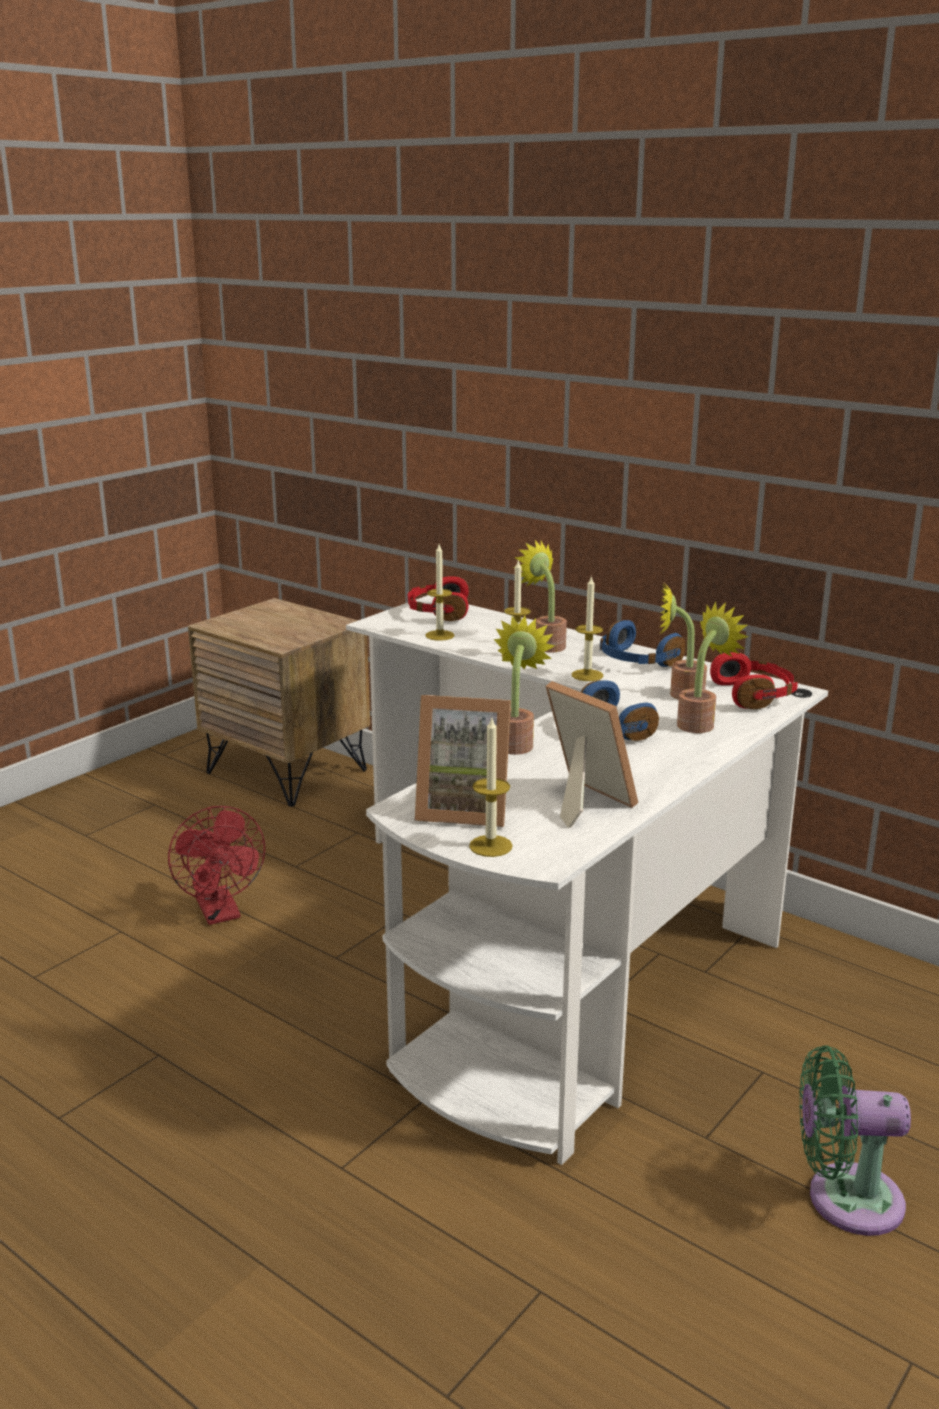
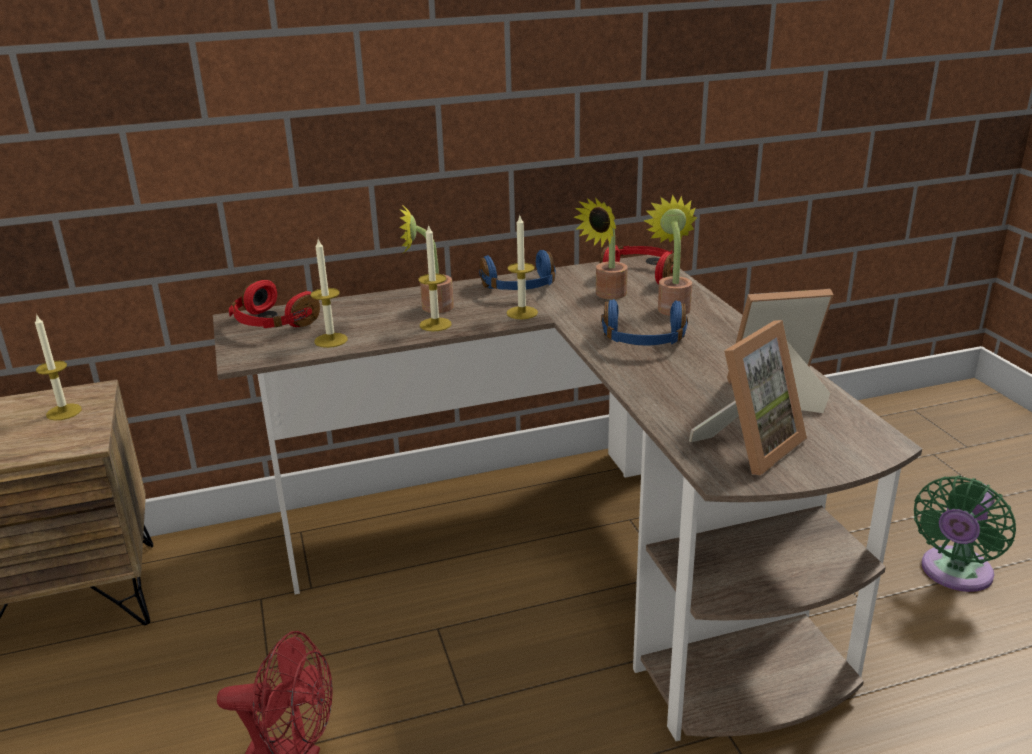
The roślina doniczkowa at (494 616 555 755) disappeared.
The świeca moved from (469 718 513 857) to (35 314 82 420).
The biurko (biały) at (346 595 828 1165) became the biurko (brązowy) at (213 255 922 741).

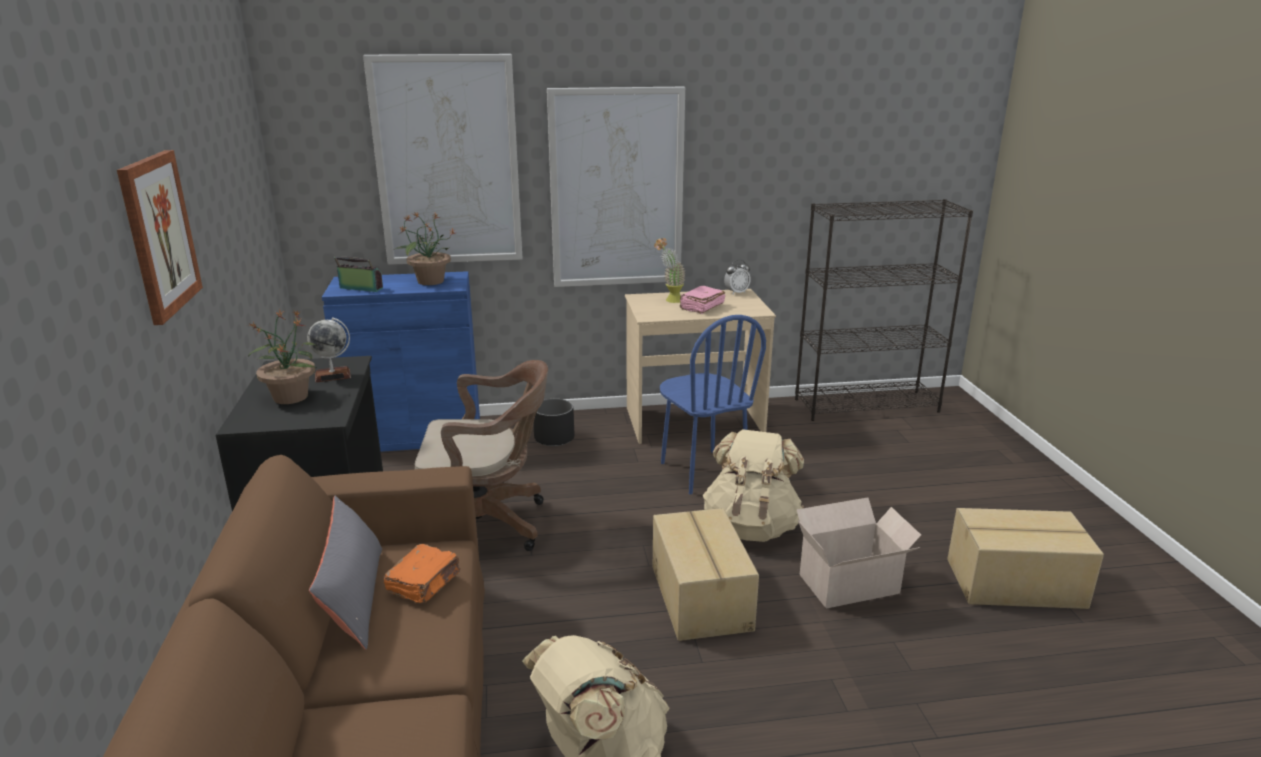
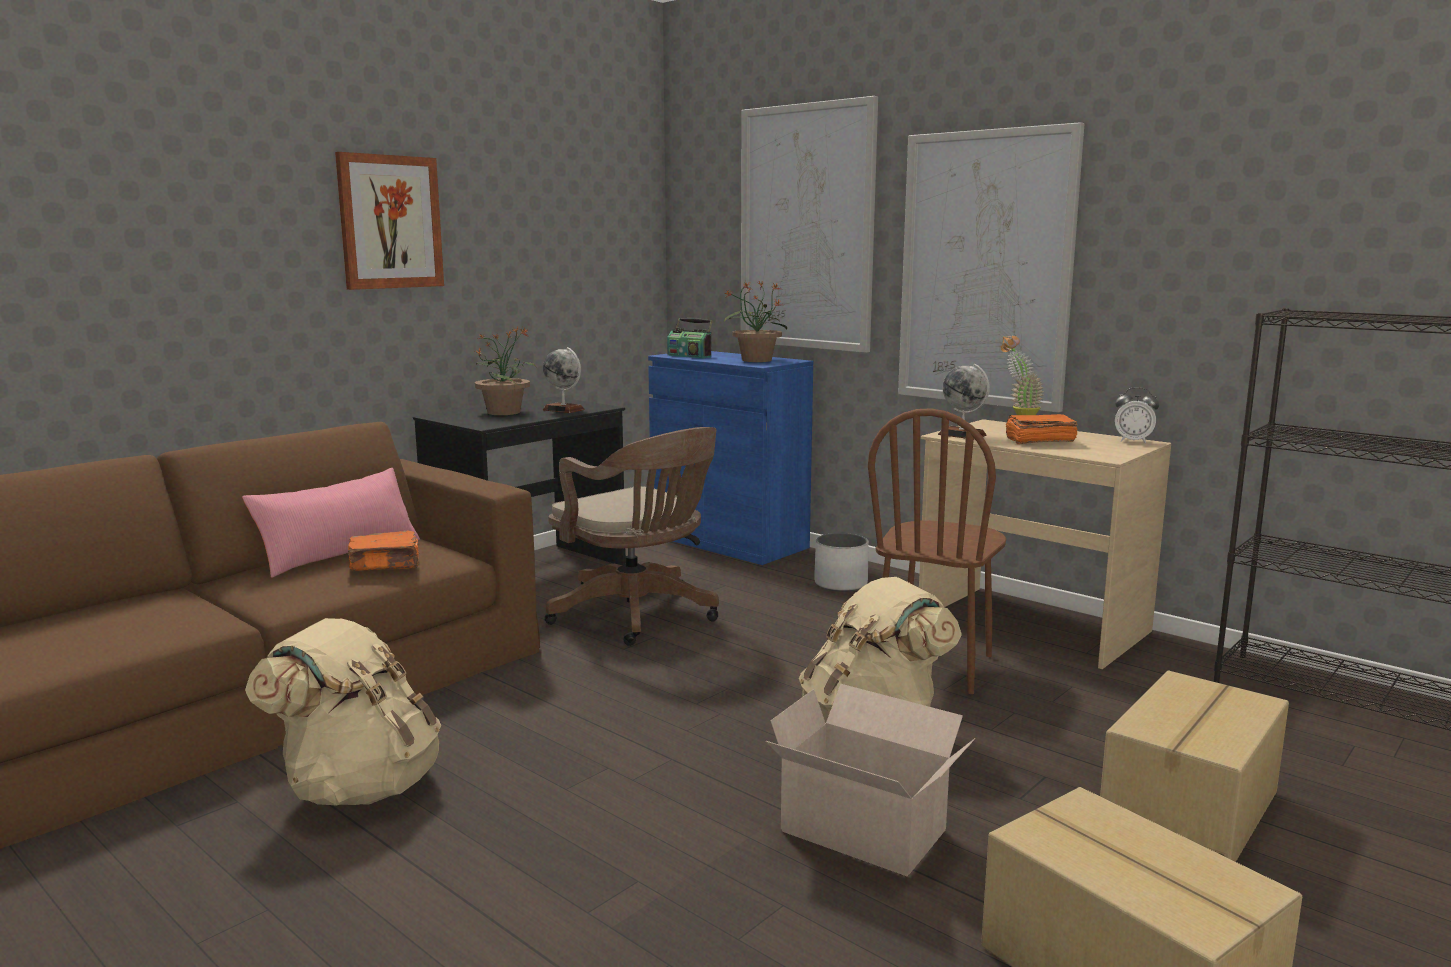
The globus at (938 364 990 440) appeared.
The karton moved from (653 508 759 641) to (1100 671 1289 862).
The poduszka (szary) at (309 496 382 650) became the poduszka (różowy) at (242 468 420 578).
The donica (czarny) at (534 399 574 446) became the donica (biały) at (814 533 869 592).
The krzesło (niebieski) at (660 315 766 494) became the krzesło (brązowy) at (868 408 1007 694).
The książka (różowy) at (680 286 725 314) became the książka (pomarańczowy) at (1005 414 1078 444).
The radio at (334 257 383 292) turned 150 degrees clockwise.

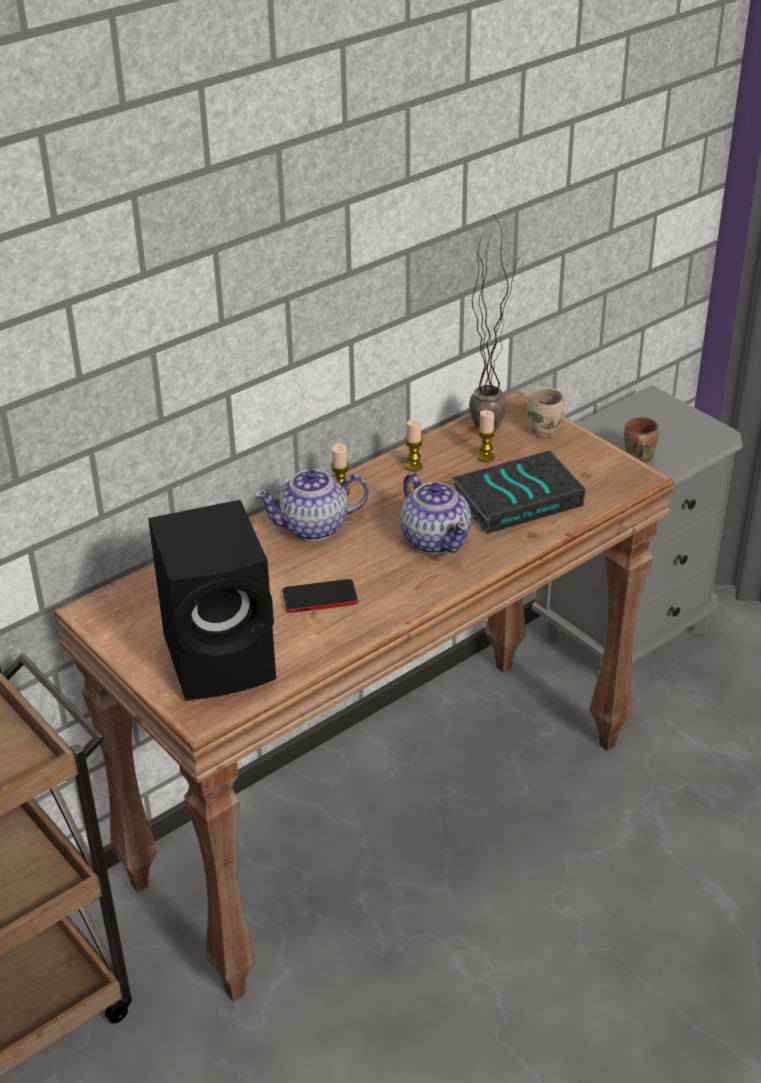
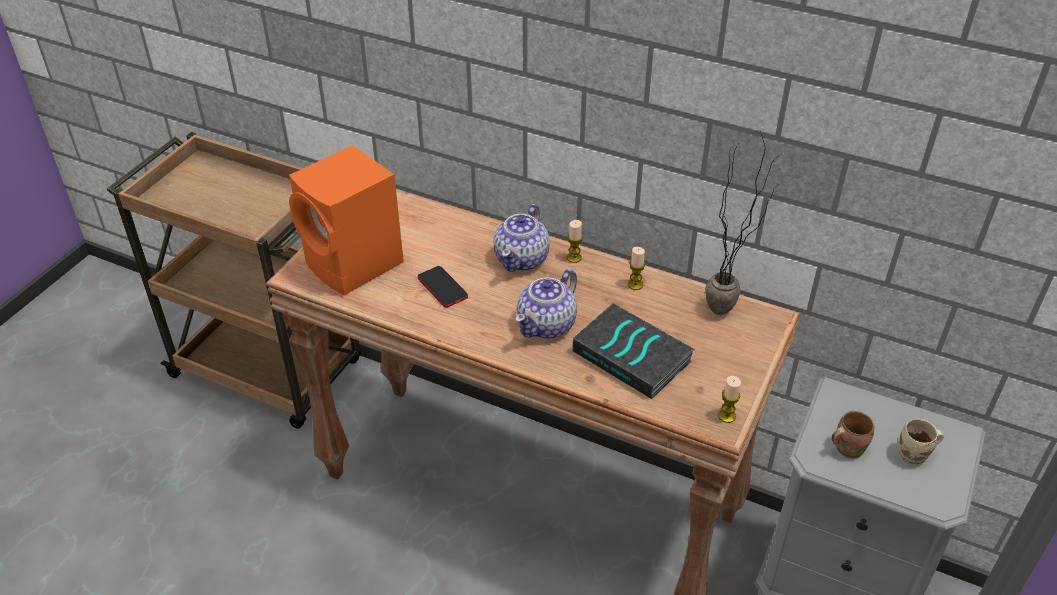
The świeca moved from (477 410 496 462) to (718 376 741 423).
The kubek (beżowy) moved from (527 387 564 437) to (899 418 944 465).
The głośnik (czarny) at (148 500 276 700) became the głośnik (pomarańczowy) at (289 145 404 295).
The imbryk at (254 469 369 541) turned 120 degrees counterclockwise.

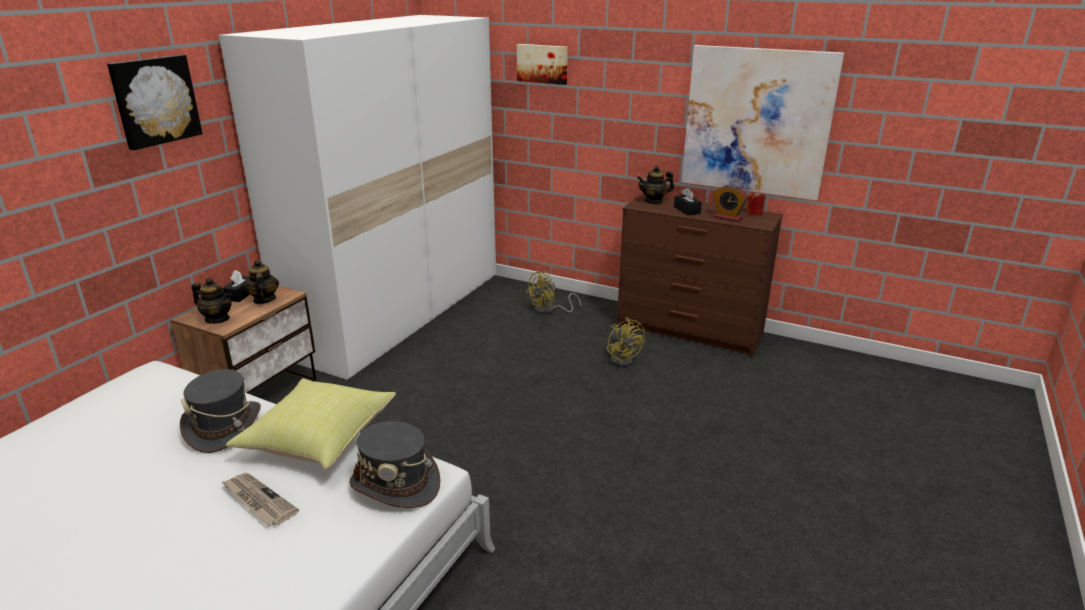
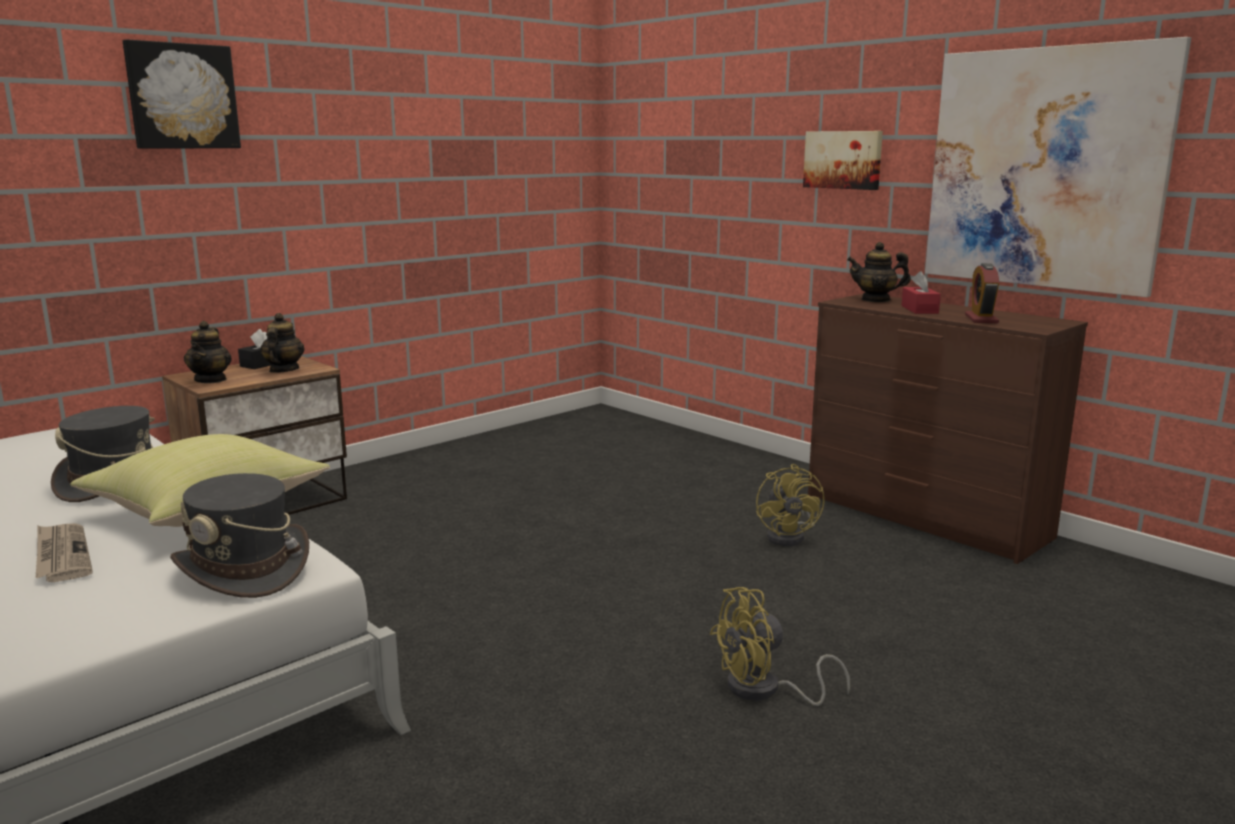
The szafa (biały) at (219 15 496 380) disappeared.
The świeca (czerwony) at (746 191 765 216) disappeared.
The obraz moved from (517 44 568 85) to (803 131 883 190).
The wentylator (żółty) moved from (526 271 581 314) to (710 587 850 706).
The pudełko chusteczek (czarny) at (674 187 702 215) became the pudełko chusteczek (czerwony) at (901 271 941 314).
The imbryk at (191 278 232 324) turned 45 degrees clockwise.
The budzik at (713 184 749 222) turned 45 degrees clockwise.

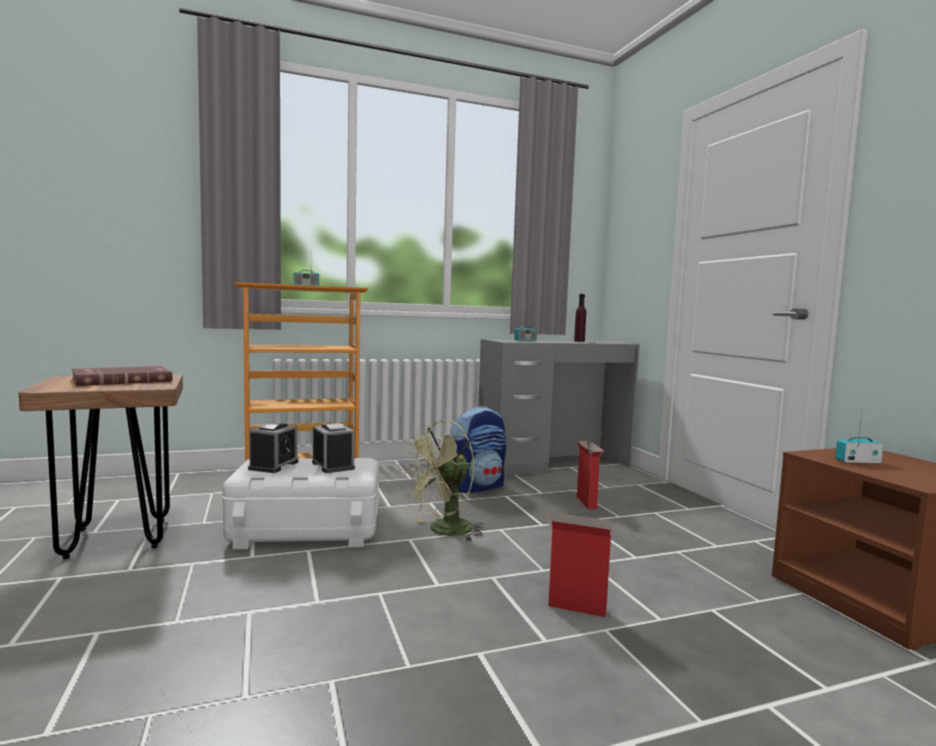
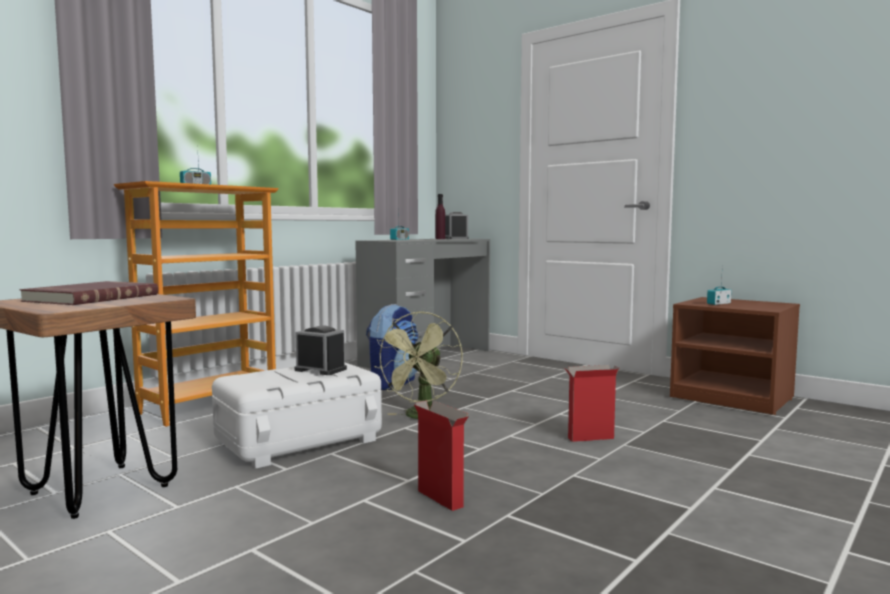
The budzik moved from (248 423 298 473) to (445 212 469 239).
The karton moved from (577 441 604 509) to (414 400 469 511).

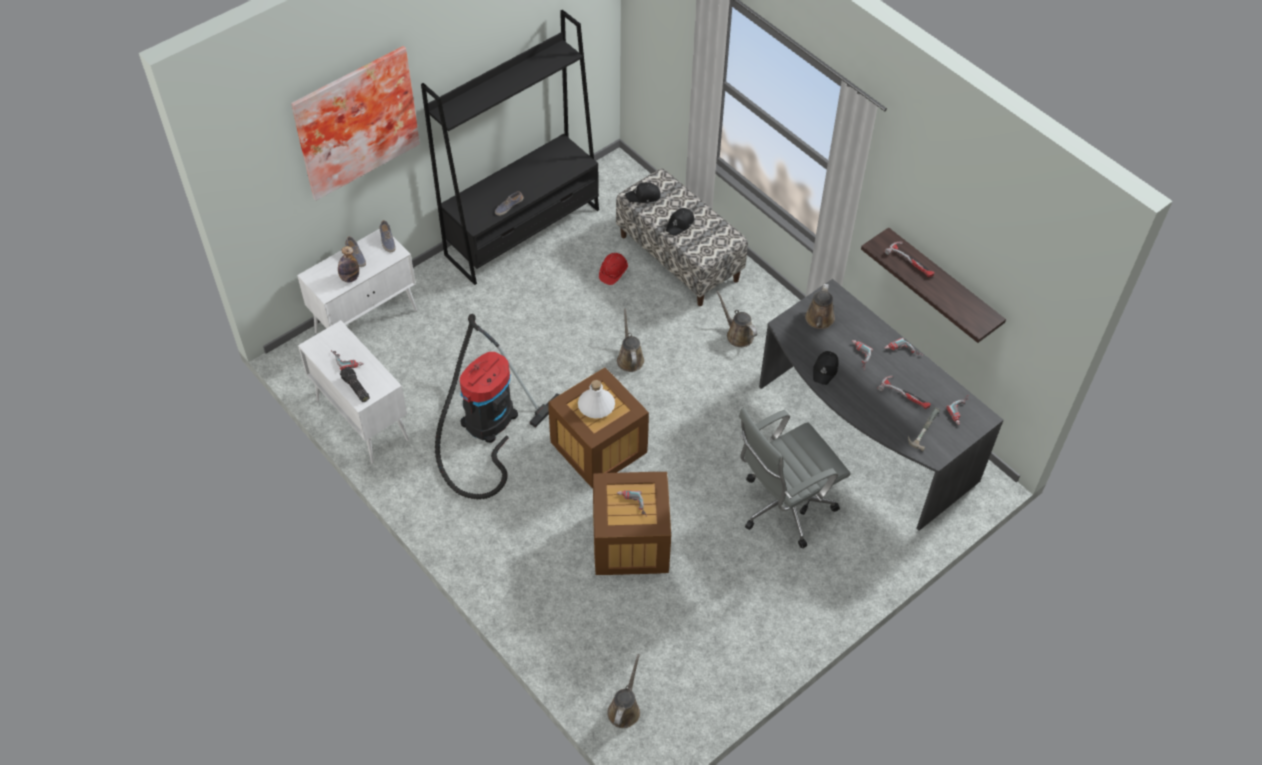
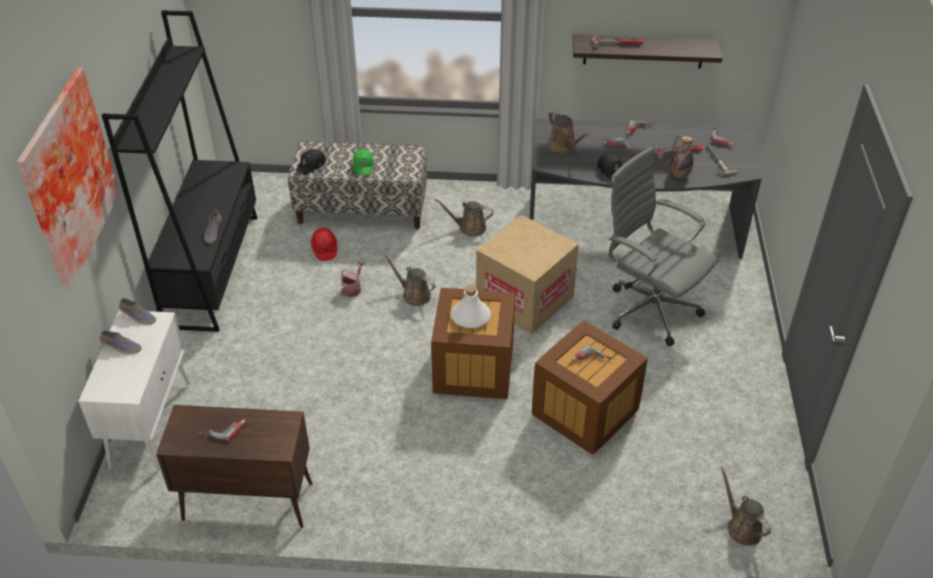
The latarka at (340 367 370 402) disappeared.
The odkurzacz at (435 314 559 499) disappeared.
The konewka at (340 261 365 297) appeared.
The karton at (476 215 579 335) appeared.
The butelka moved from (338 246 359 282) to (670 136 694 178).
The szafka (biały) at (298 320 409 463) became the szafka (brązowy) at (156 405 312 528).
The czapka z daszkiem (czarny) at (666 208 694 236) became the czapka z daszkiem (zielony) at (353 149 374 176).
The krzesło biurowe (szary) at (739 408 850 549) turned 120 degrees clockwise.

